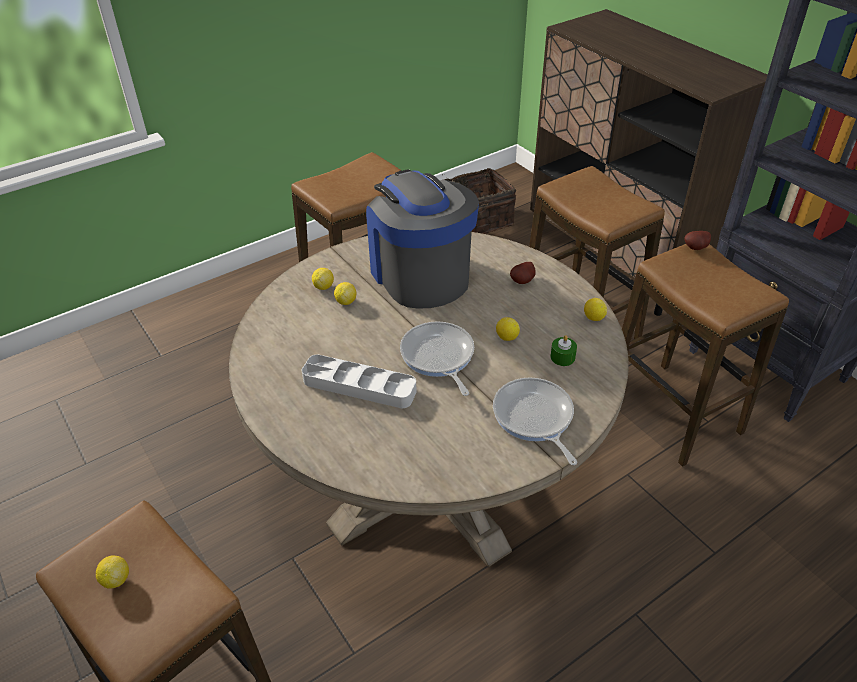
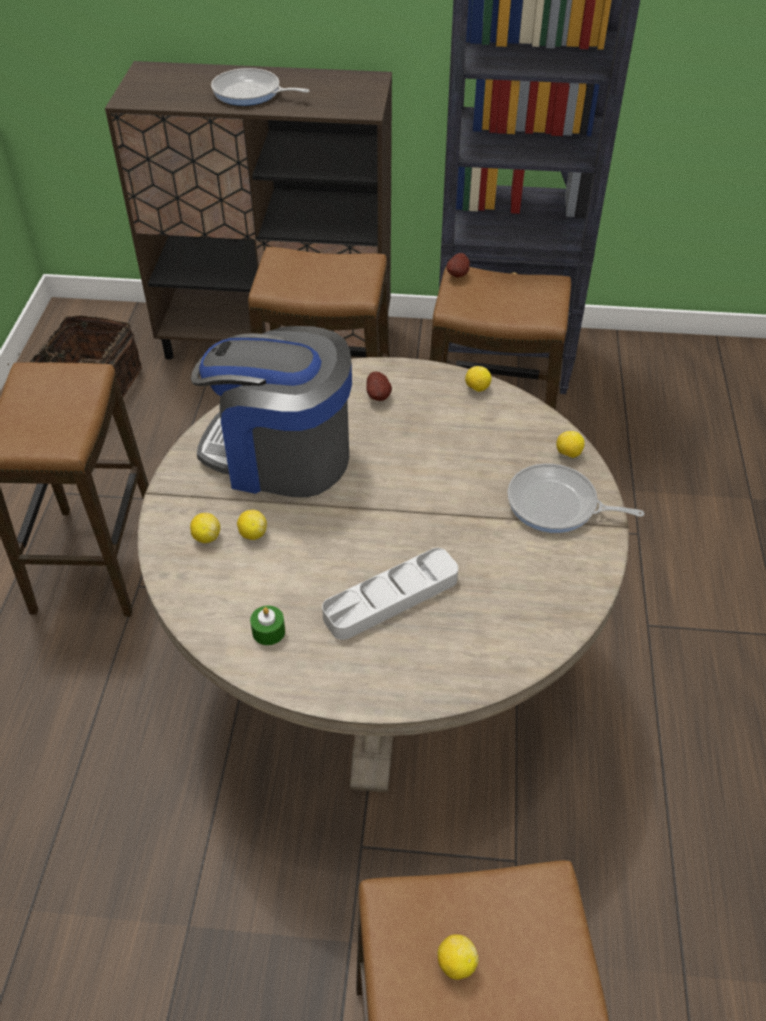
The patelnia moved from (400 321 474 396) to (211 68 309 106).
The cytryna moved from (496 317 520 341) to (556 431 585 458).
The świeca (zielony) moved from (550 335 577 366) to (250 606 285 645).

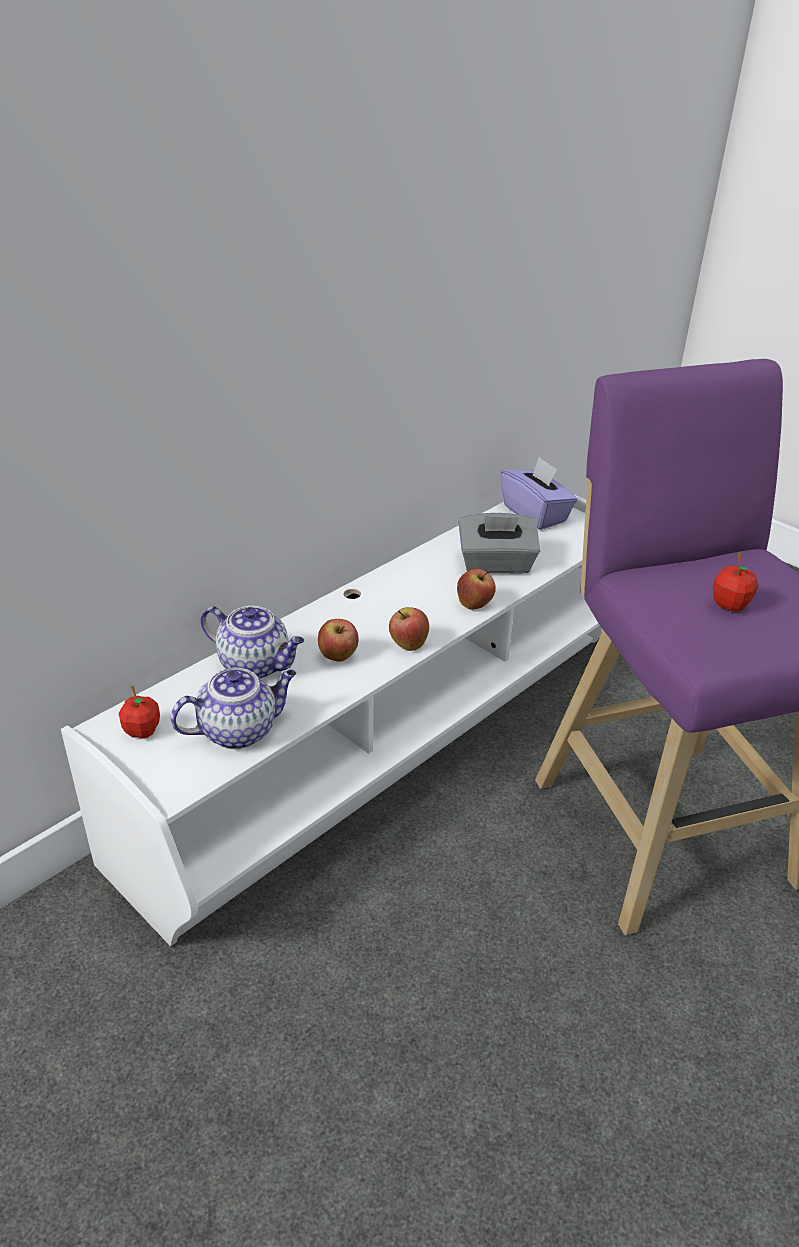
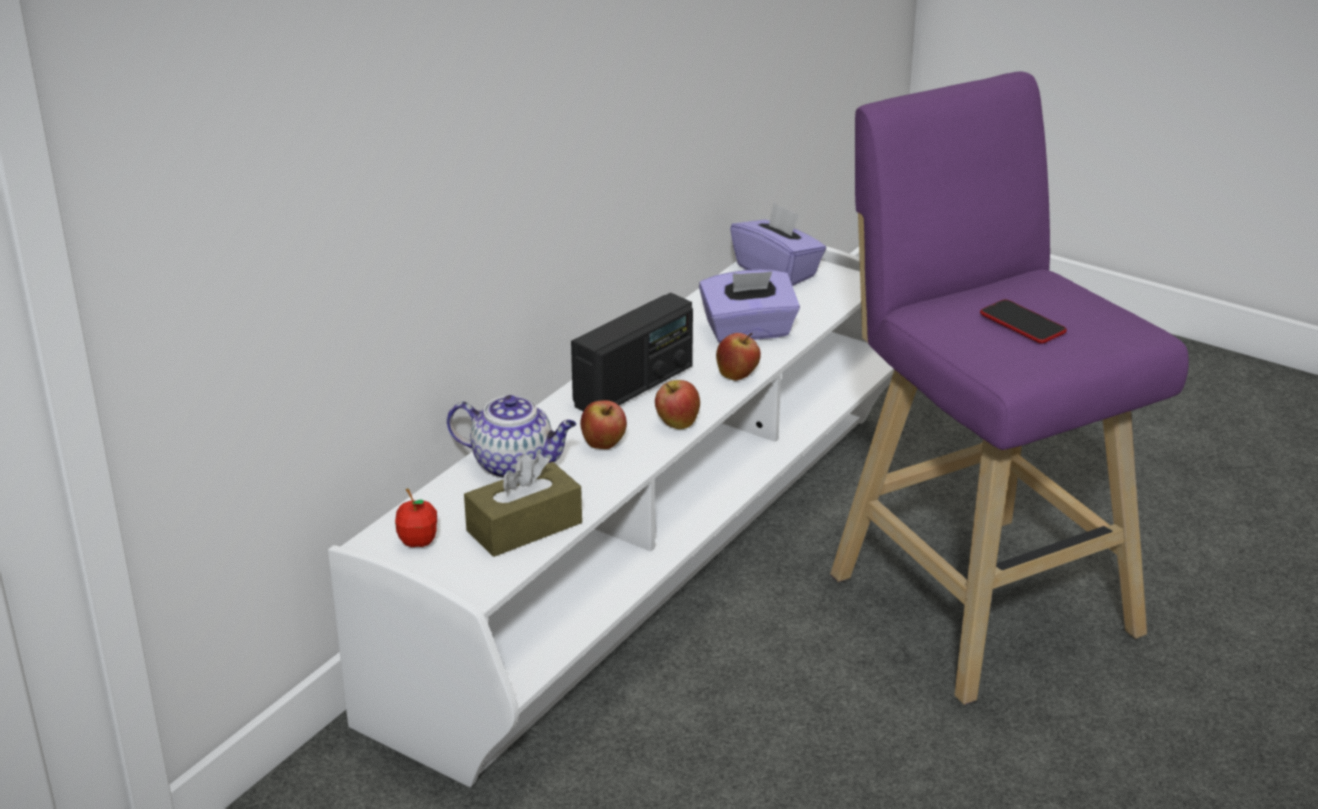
The radio at (571 293 693 411) appeared.
The imbryk at (170 668 296 749) was replaced by the pudełko chusteczek (brązowy) at (464 453 582 557).
The jabłko at (713 553 758 612) was replaced by the telefon at (980 299 1067 344).
The pudełko chusteczek (szary) at (458 513 540 574) became the pudełko chusteczek (fioletowy) at (699 270 800 343).

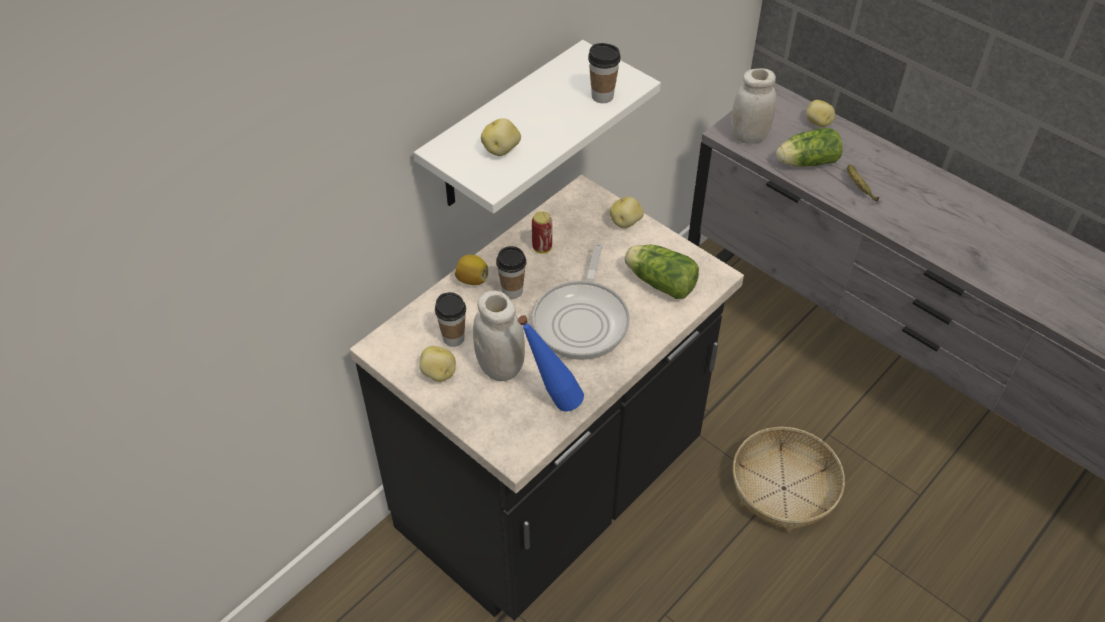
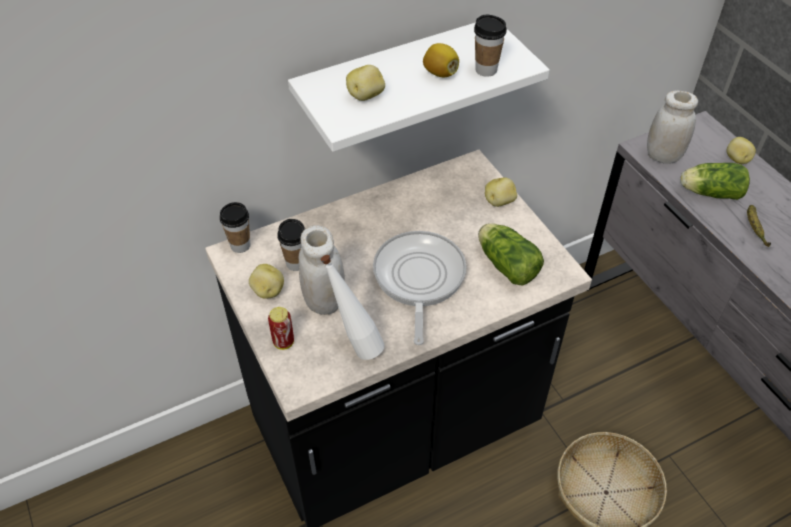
The cytryna moved from (455 255 488 285) to (423 43 459 77).
The filiżanka moved from (496 246 526 299) to (220 202 250 253).
The puszka moved from (532 212 552 253) to (268 307 294 350).
The butelka (niebieski) at (518 315 584 412) became the butelka (biały) at (321 255 384 360).
The patelnia at (532 243 630 360) turned 150 degrees clockwise.

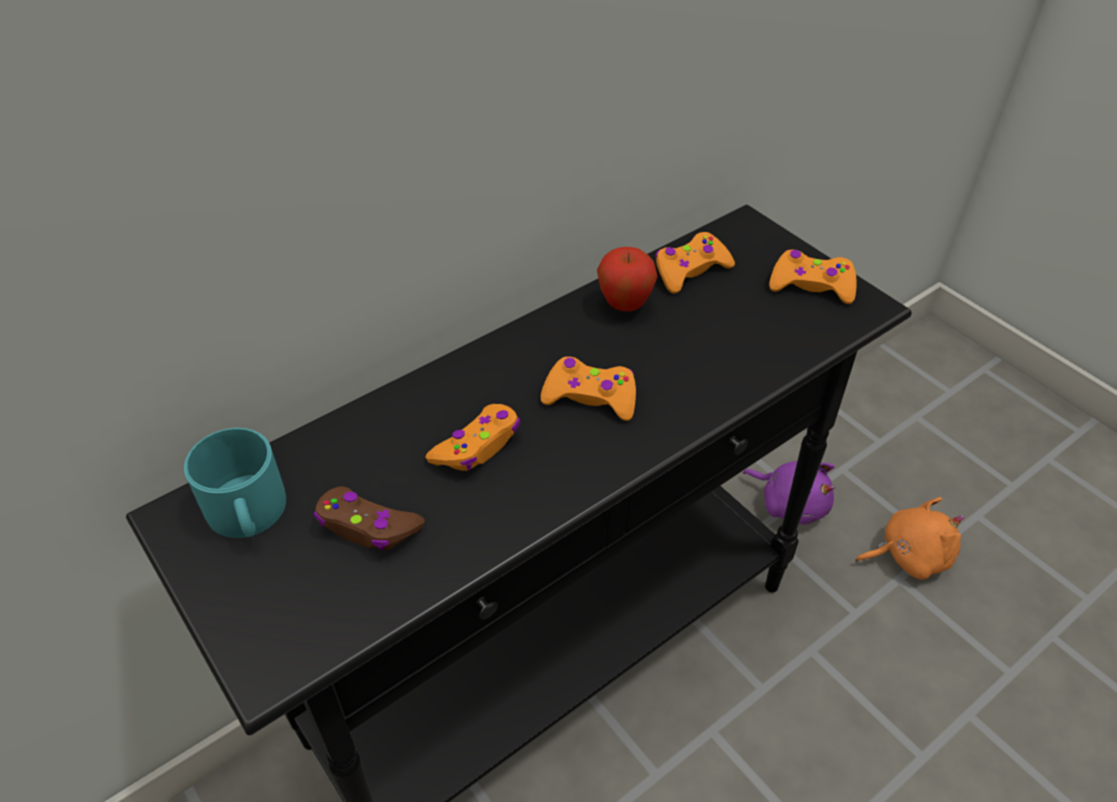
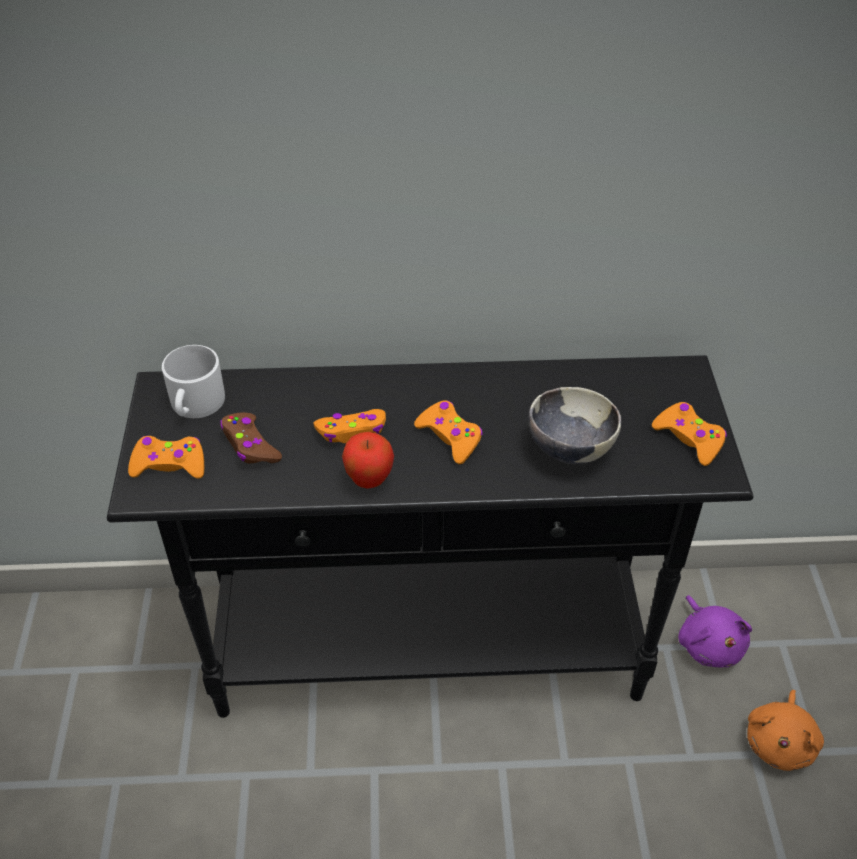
The miska at (528 387 621 464) appeared.
The jabłko moved from (597 247 658 311) to (342 432 394 489).
The pad do gier (pomarańczowy) moved from (655 232 735 294) to (128 436 204 479).
The kubek (turkusowy) at (184 428 286 538) became the kubek (biały) at (162 345 225 418).
The pluszak (pomarańczowy) at (856 497 964 579) turned 90 degrees clockwise.

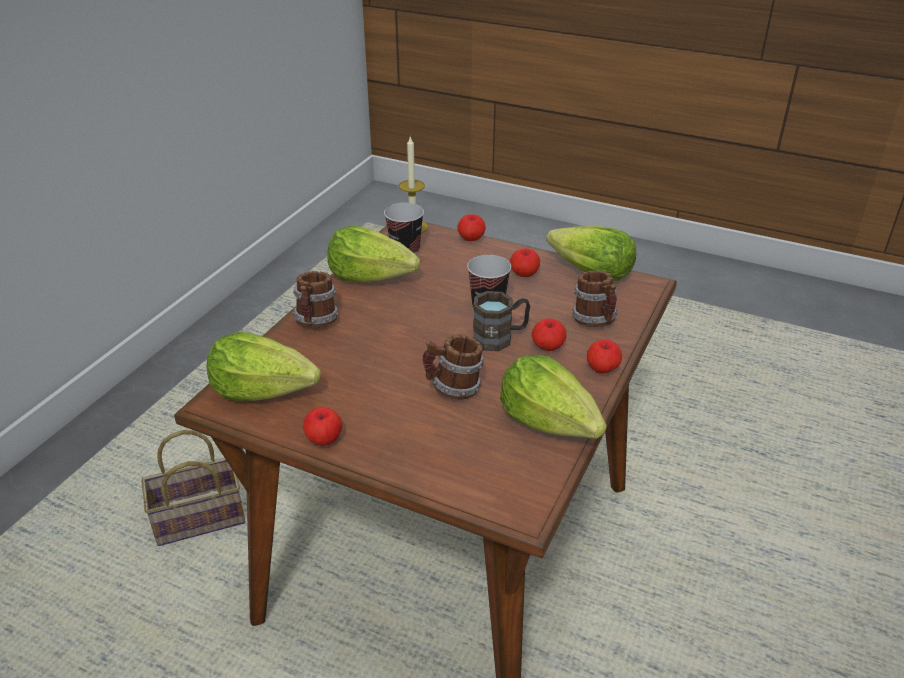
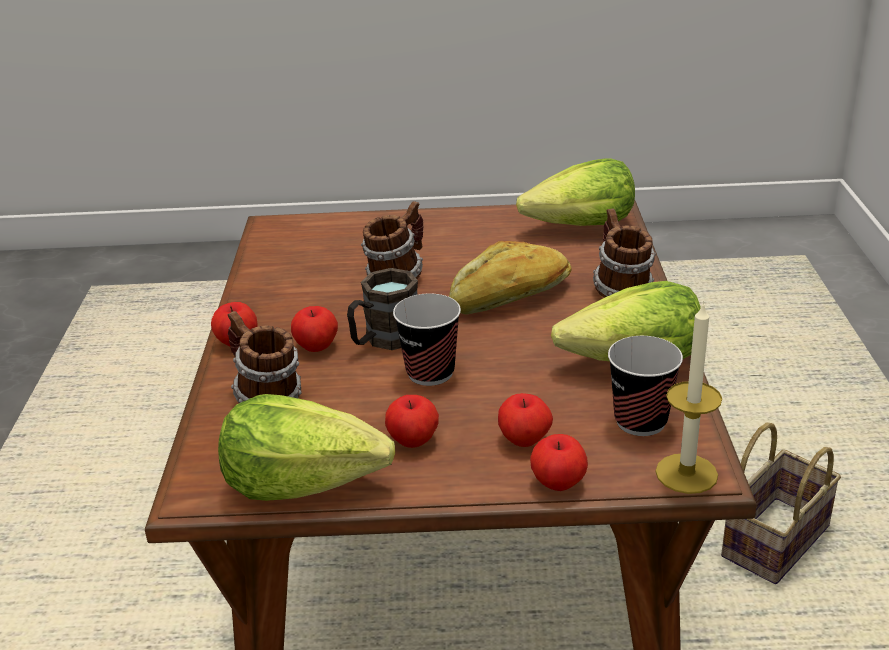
The sałata at (500 355 607 439) disappeared.
The chleb at (449 241 572 315) appeared.
The jabłko moved from (303 407 342 445) to (498 393 553 447).

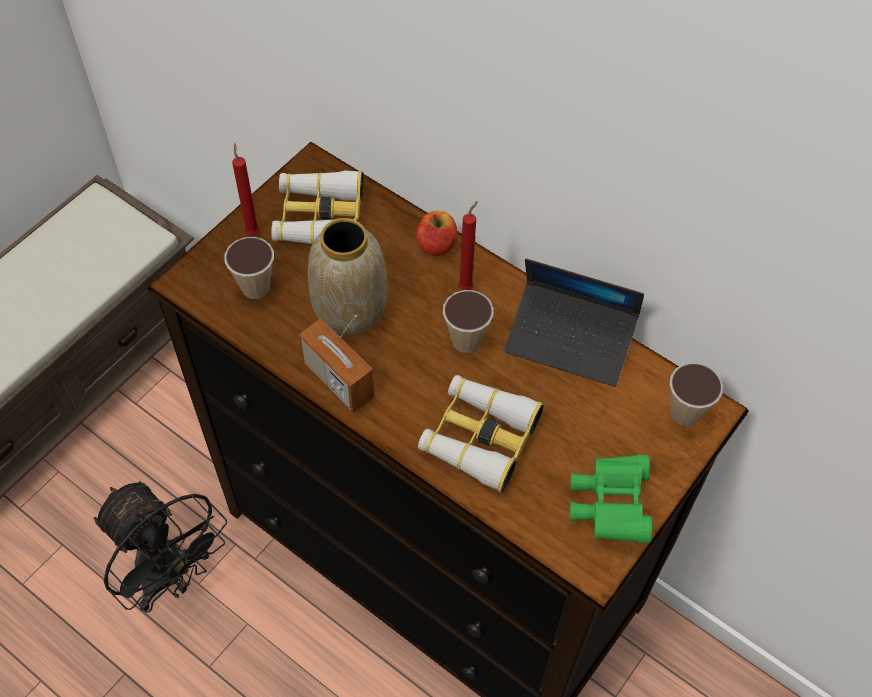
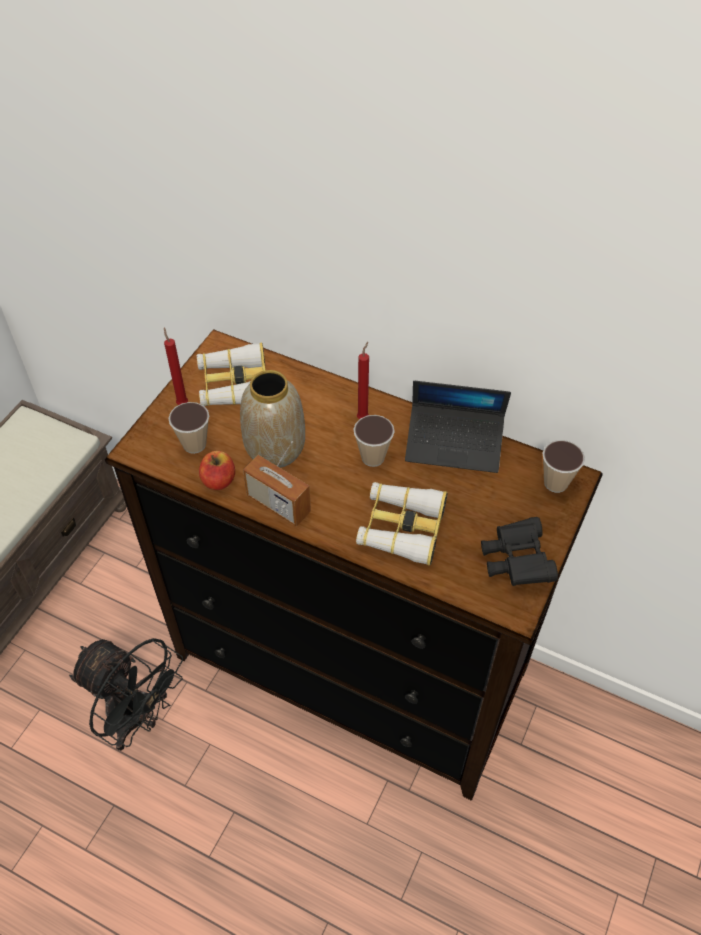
The jabłko moved from (416 211 458 256) to (199 451 235 490).
The lornetka (zielony) at (570 454 652 543) became the lornetka (czarny) at (481 517 558 586).

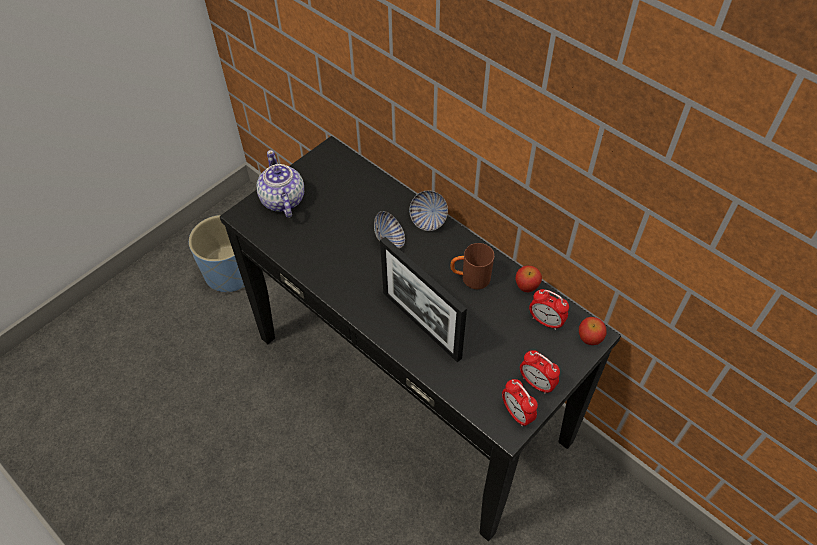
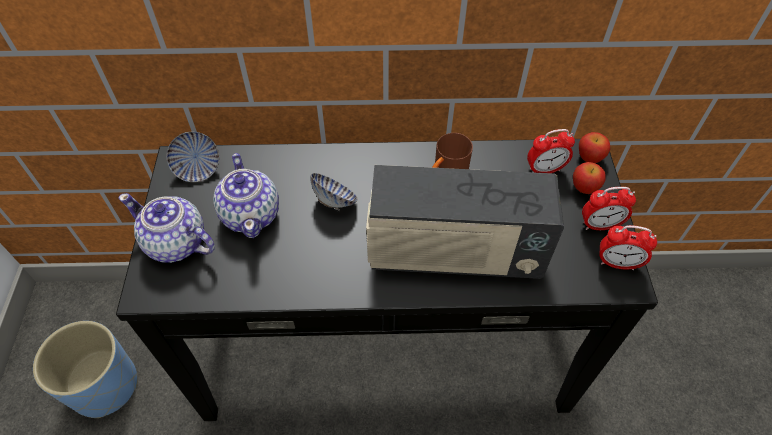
The imbryk at (213 153 279 238) appeared.
The miska moved from (409 190 448 231) to (166 132 219 182).
The jabłko moved from (515 266 542 292) to (573 162 606 194).
The ramka na zdjęcie at (380 237 467 362) was replaced by the radio at (366 165 564 279).

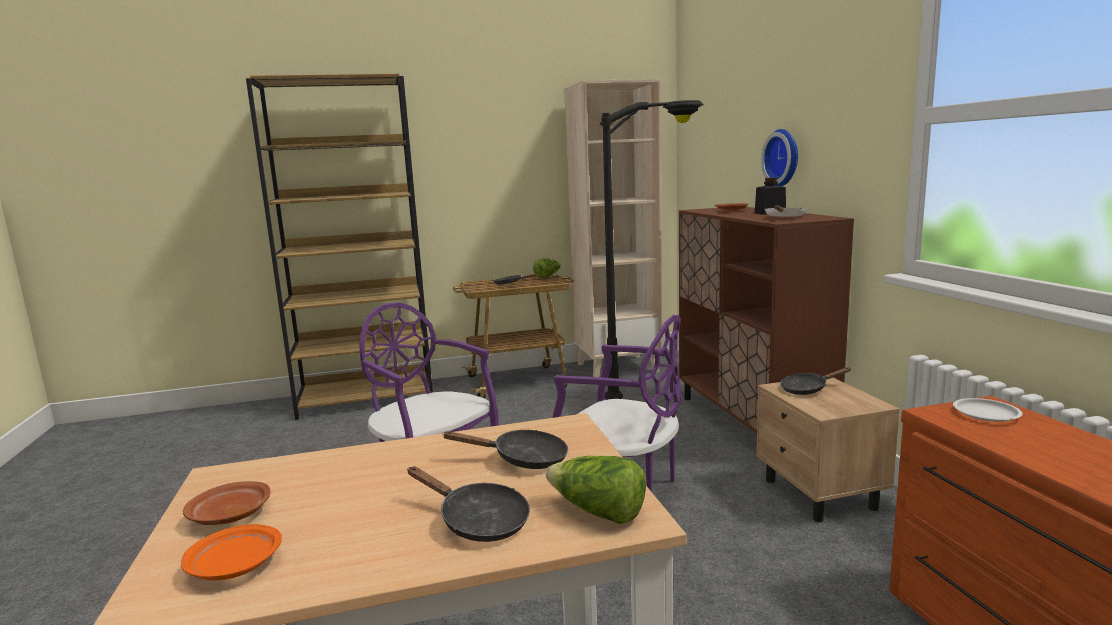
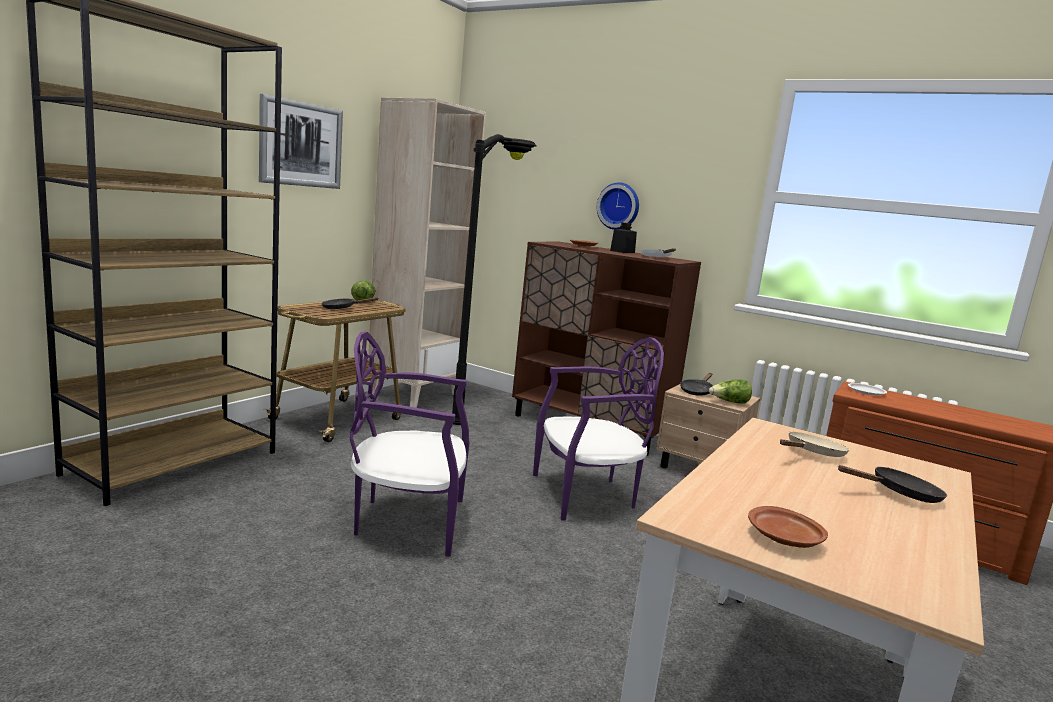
The talerz (pomarańczowy) at (181 524 282 580) disappeared.
The obraz at (259 94 343 189) appeared.
The sałata moved from (546 456 646 524) to (709 380 752 404).
The patelnia (czarny) at (442 430 568 469) became the patelnia (beżowy) at (780 431 849 457).

